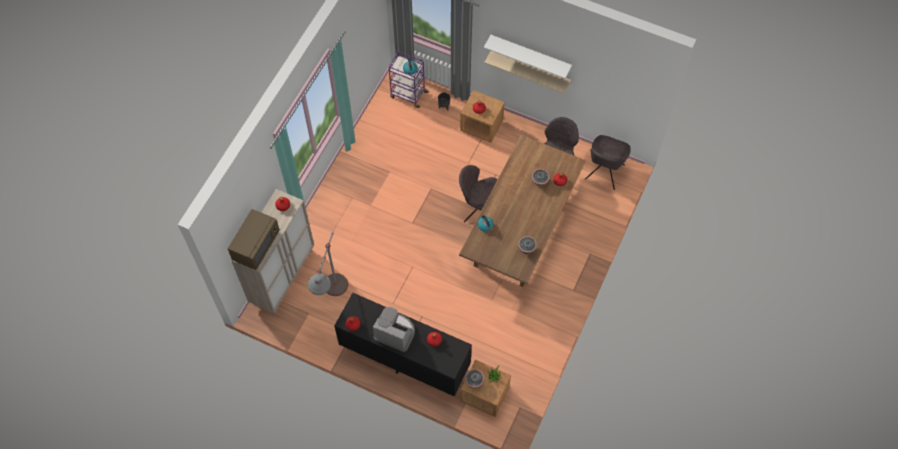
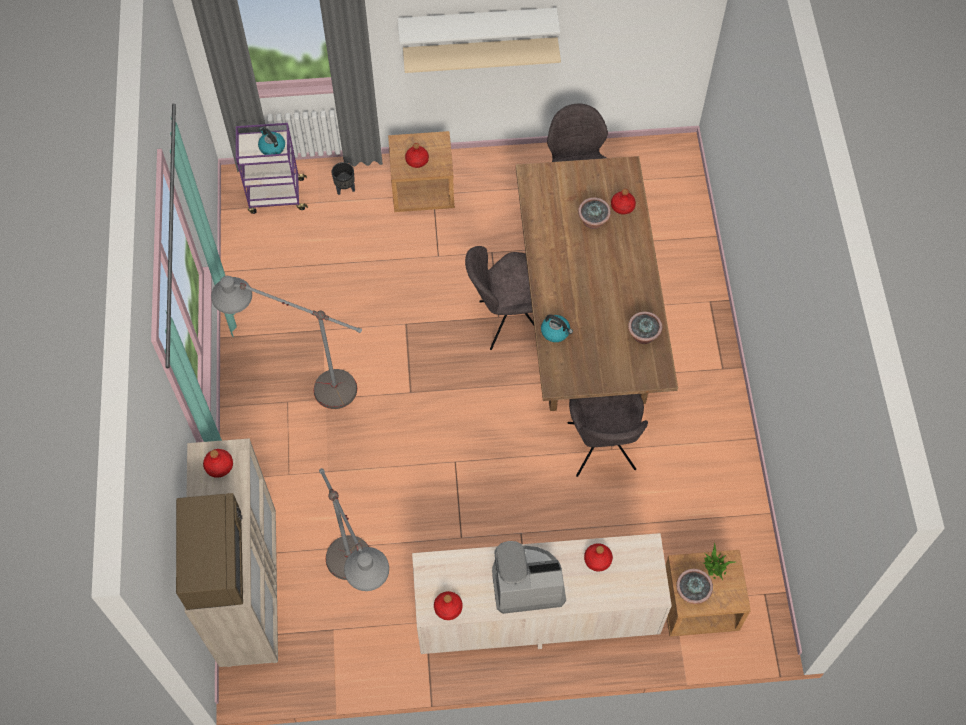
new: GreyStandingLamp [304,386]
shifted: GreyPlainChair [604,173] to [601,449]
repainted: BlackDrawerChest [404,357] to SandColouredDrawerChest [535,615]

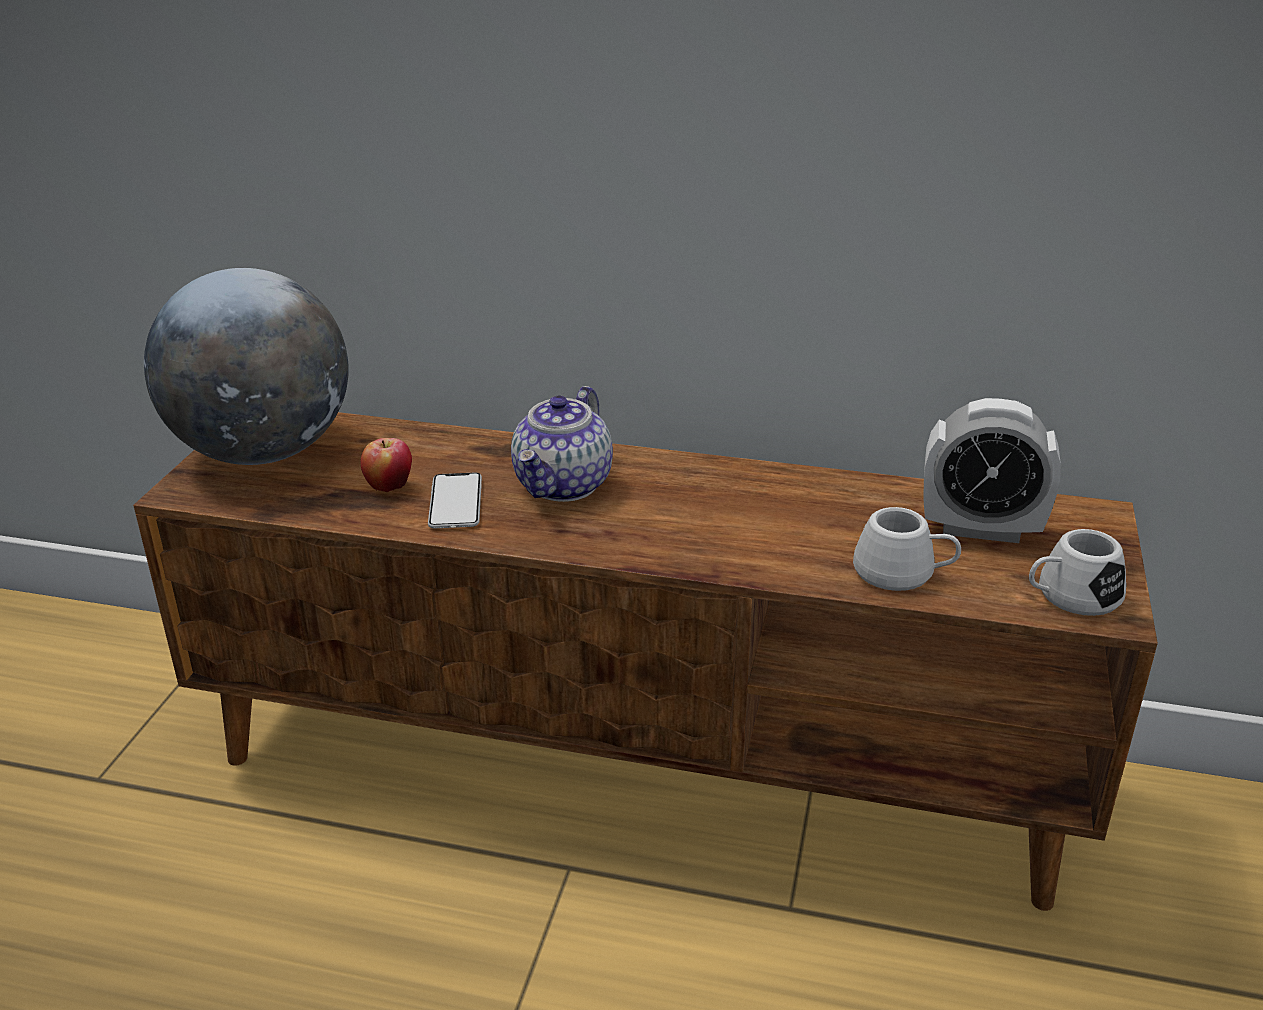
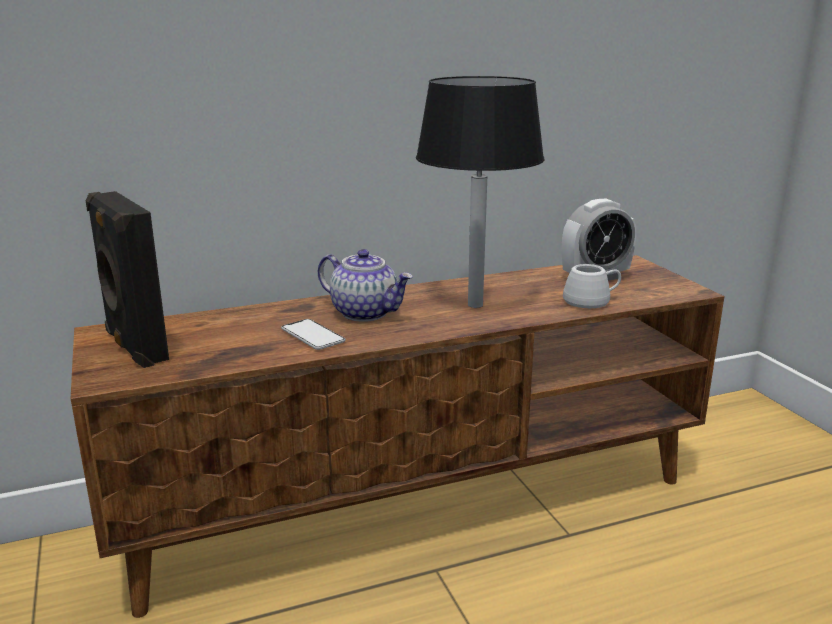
gone: Apple [389,487]; WhiteCoffeeMug [1069,597]
new: BlackLampForATable [475,305]
swapped: Globe [264,452] to BlackLoudspeaker [134,347]
rotated: PotForTea [564,485] = [366,313] 45 degrees counterclockwise

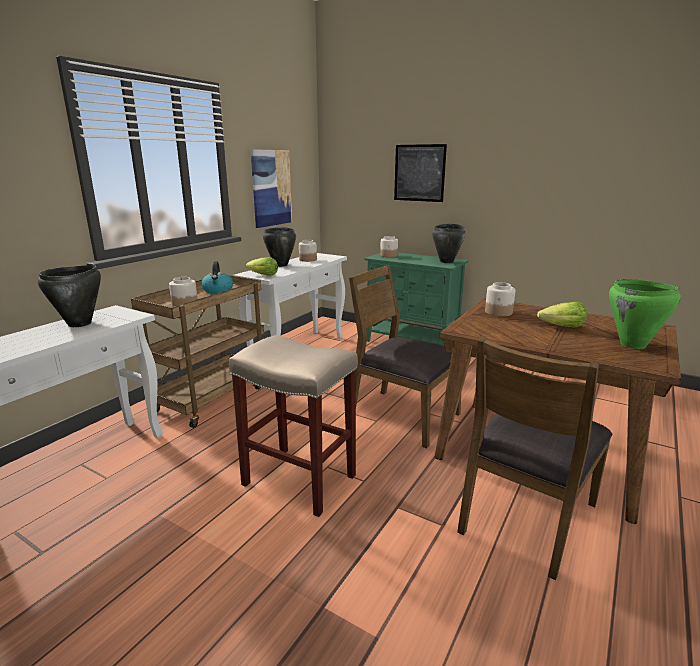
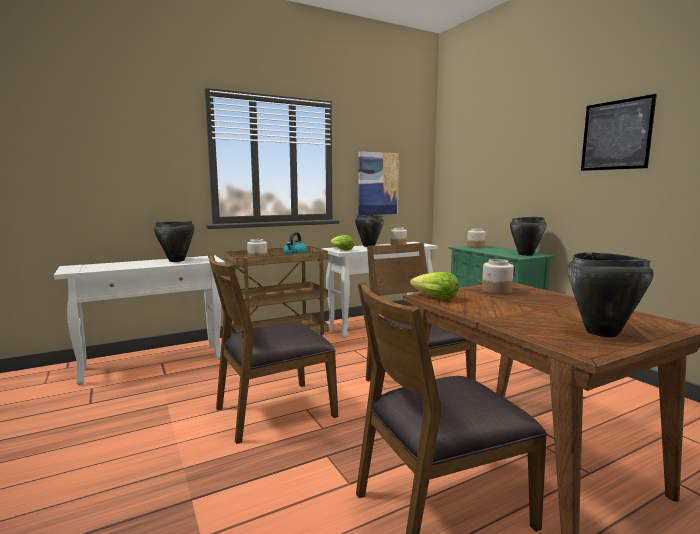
shifted: WallArt [419,173] to [616,135]; Lettuce [562,327] to [435,298]
swapped: SandColouredStool [297,480] to BrownishPlainChair [274,411]
repainted: GreenishStockpot [633,345] to BlackStockpot [601,332]

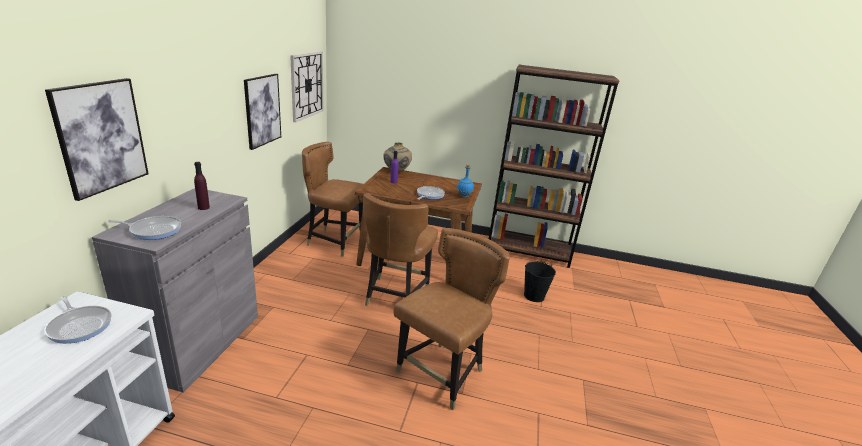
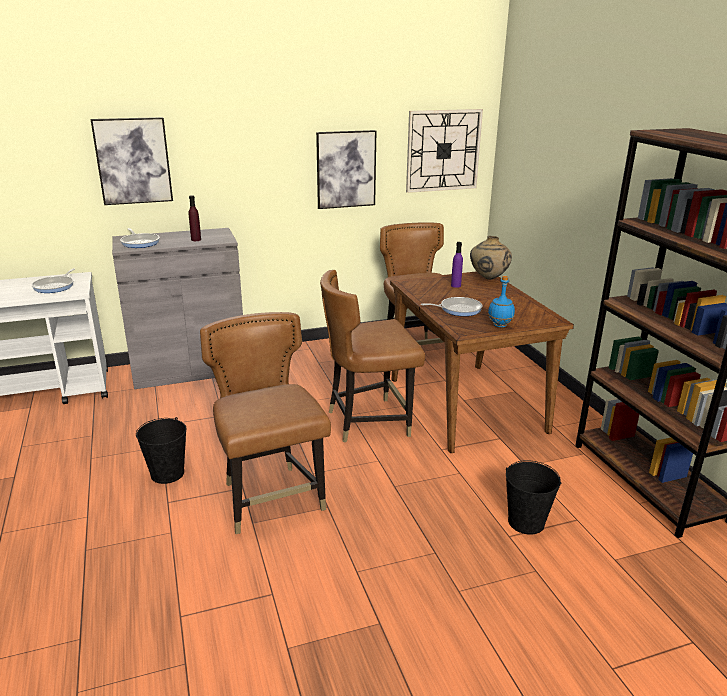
new: BlackBucket [168,473]
rotated: BrownishPlainChair [442,374] = [271,498] 120 degrees counterclockwise

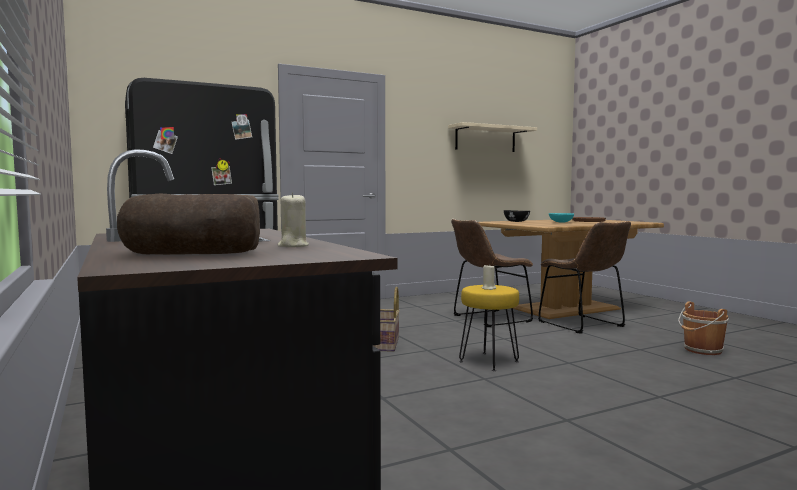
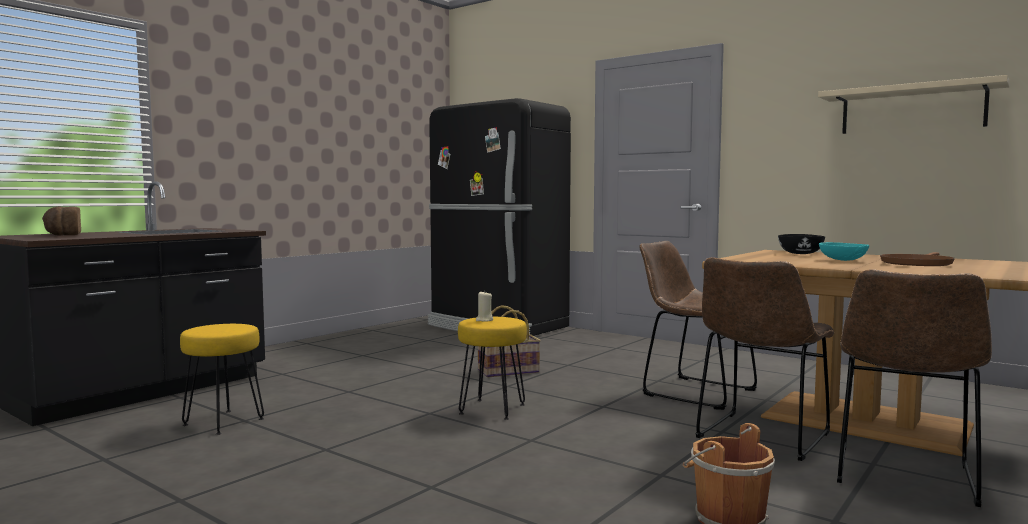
gone: SandColouredWaxCandle [293,246]
new: BrownishPlainChair [904,477]; YellowishStool [224,422]

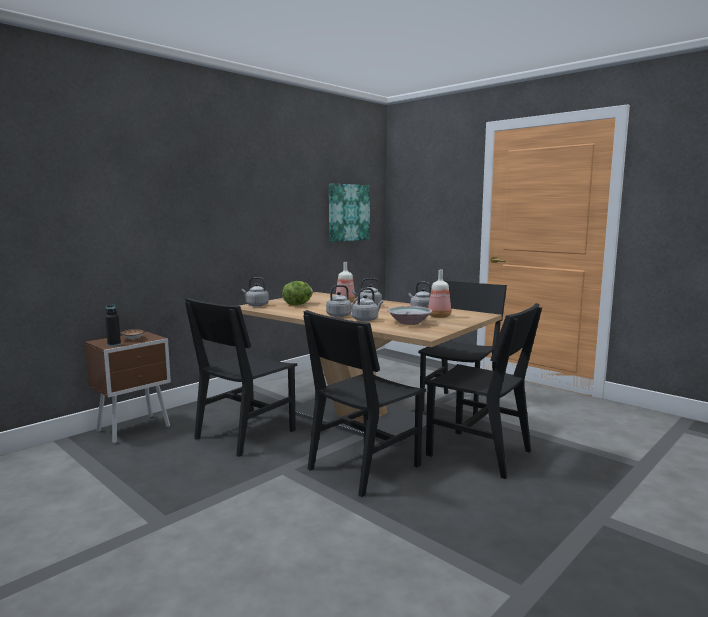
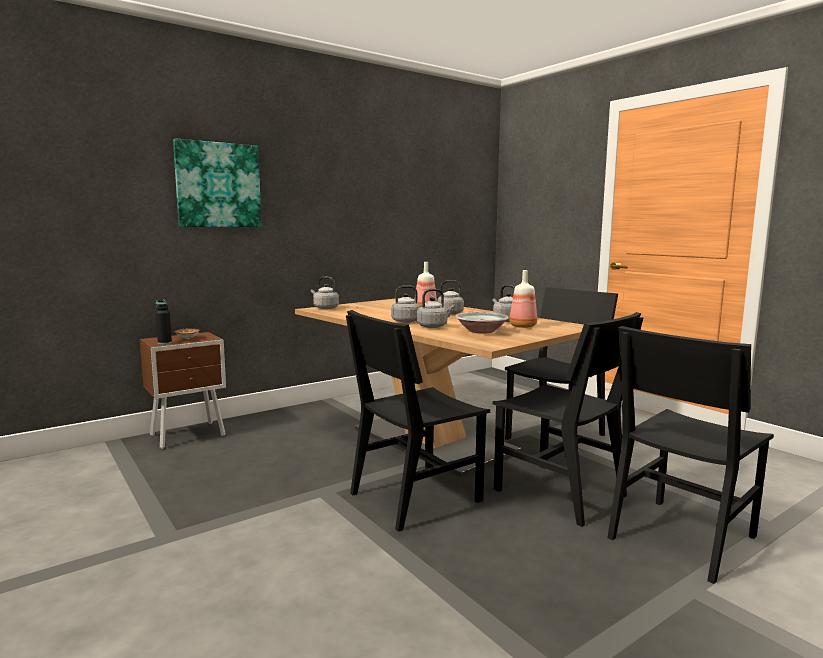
gone: Lettuce [298,304]
shifted: WallArt [348,212] to [218,185]; BlackPlainChair [245,434] to [682,537]

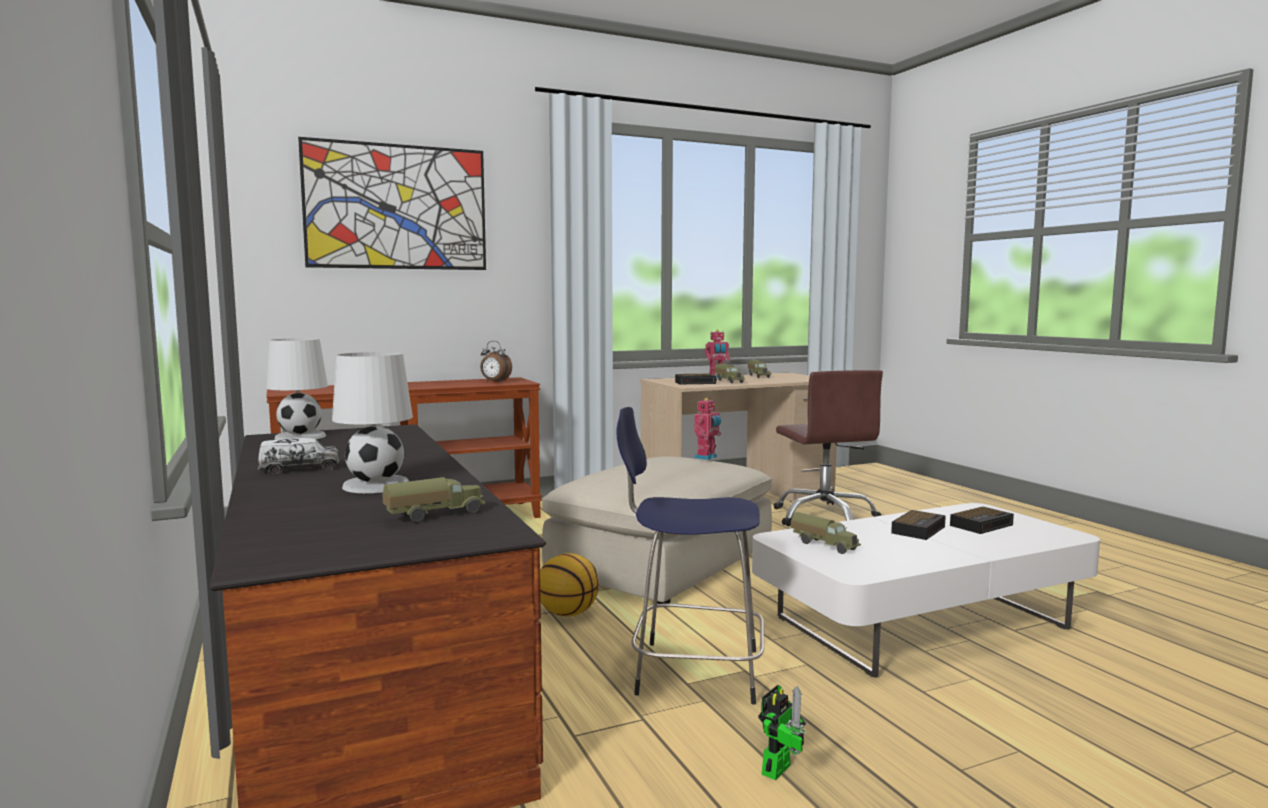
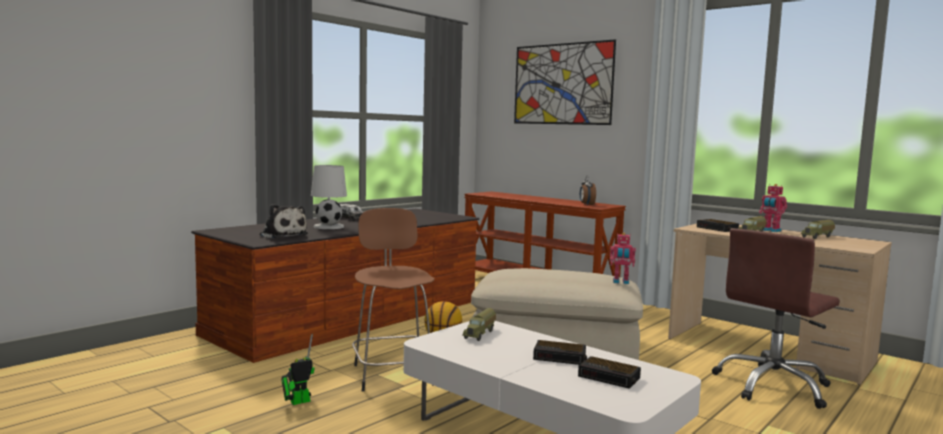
gone: WhiteLampForATable [300,437]
swapped: ToyLorry [434,515] to CuddlyToy [282,235]
repainted: BluishStool [692,671] to BrownishStool [392,373]
rotated: RobotFigure [778,767] = [297,402] 135 degrees clockwise

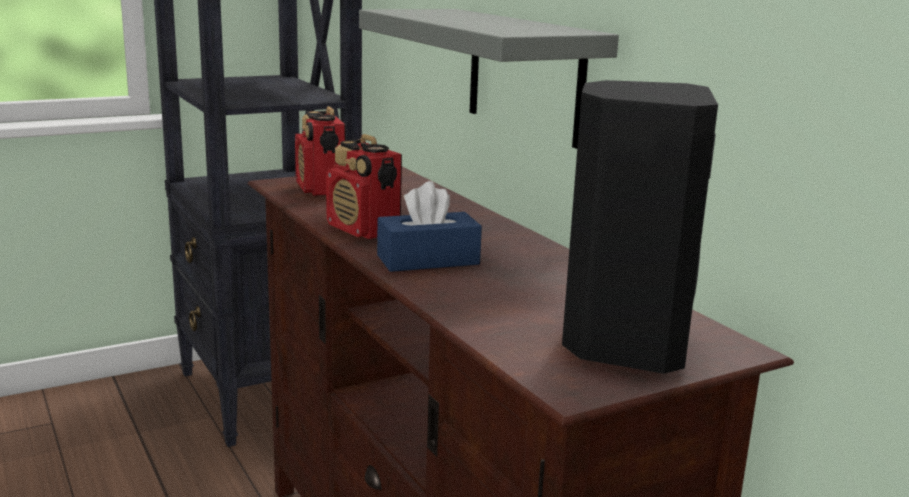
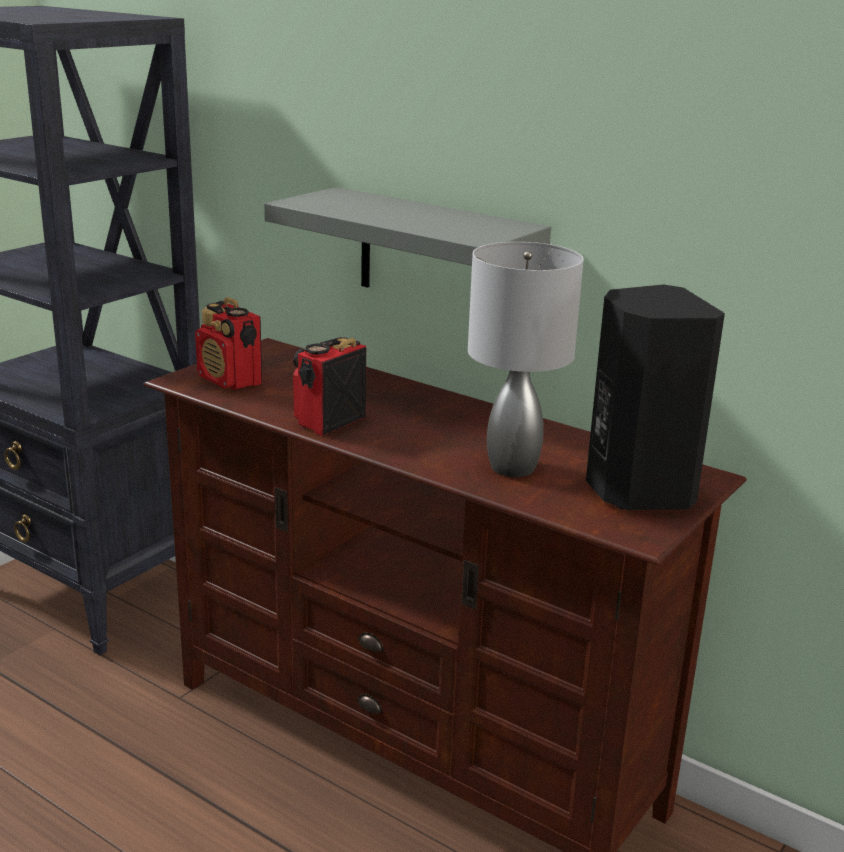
gone: BluishBoxOfTissues [428,260]
new: GreyLampForATable [511,467]
rotated: RadioSet [364,230] = [328,422] 105 degrees clockwise

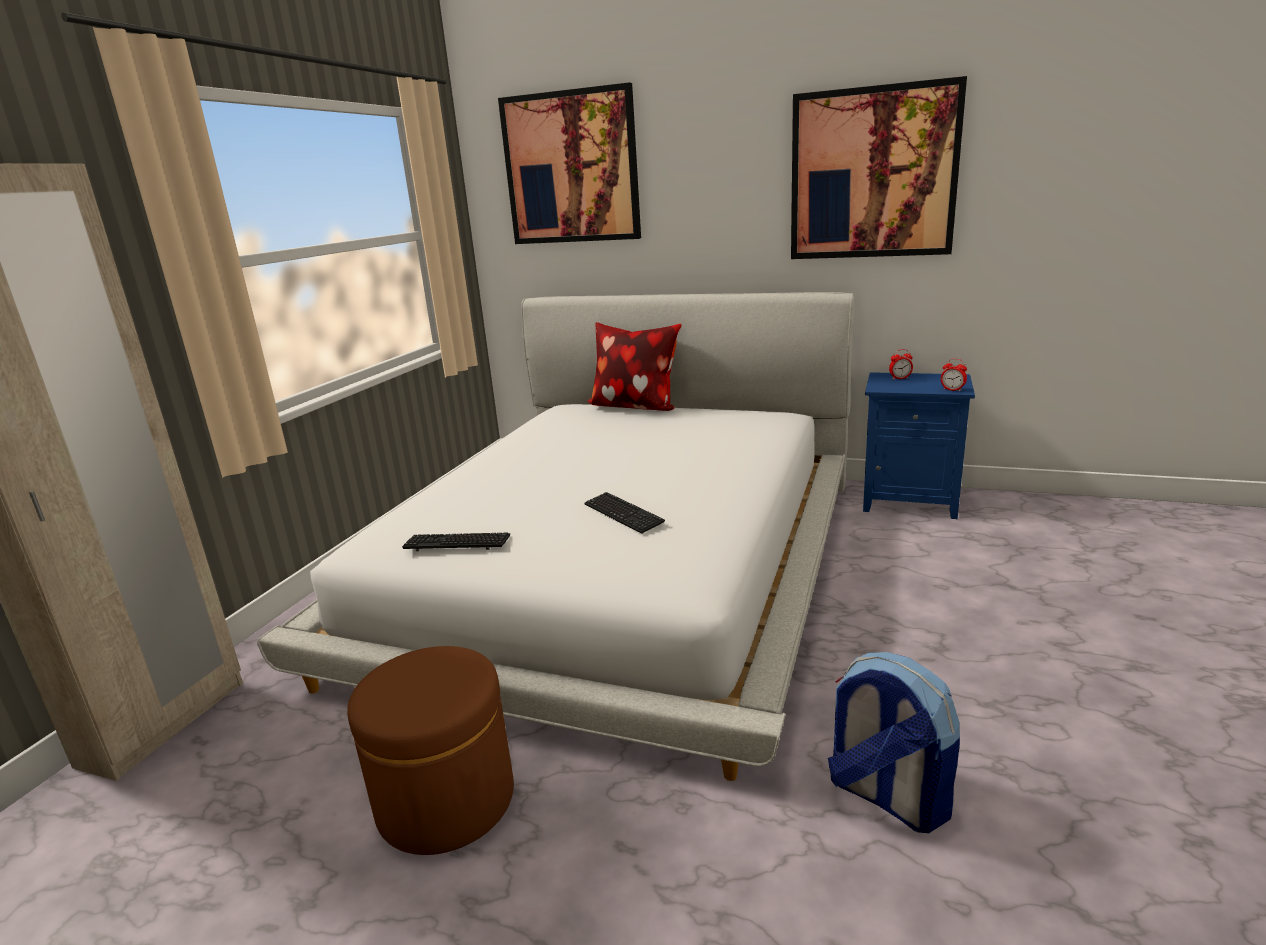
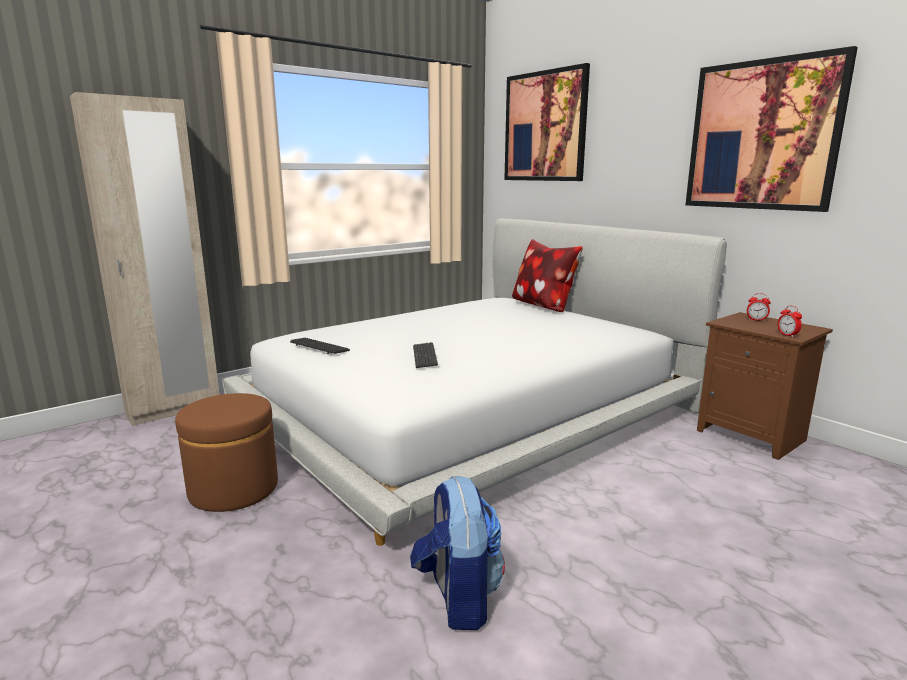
repainted: BluishBedsideTable [911,501] to BrownishBedsideTable [752,435]

